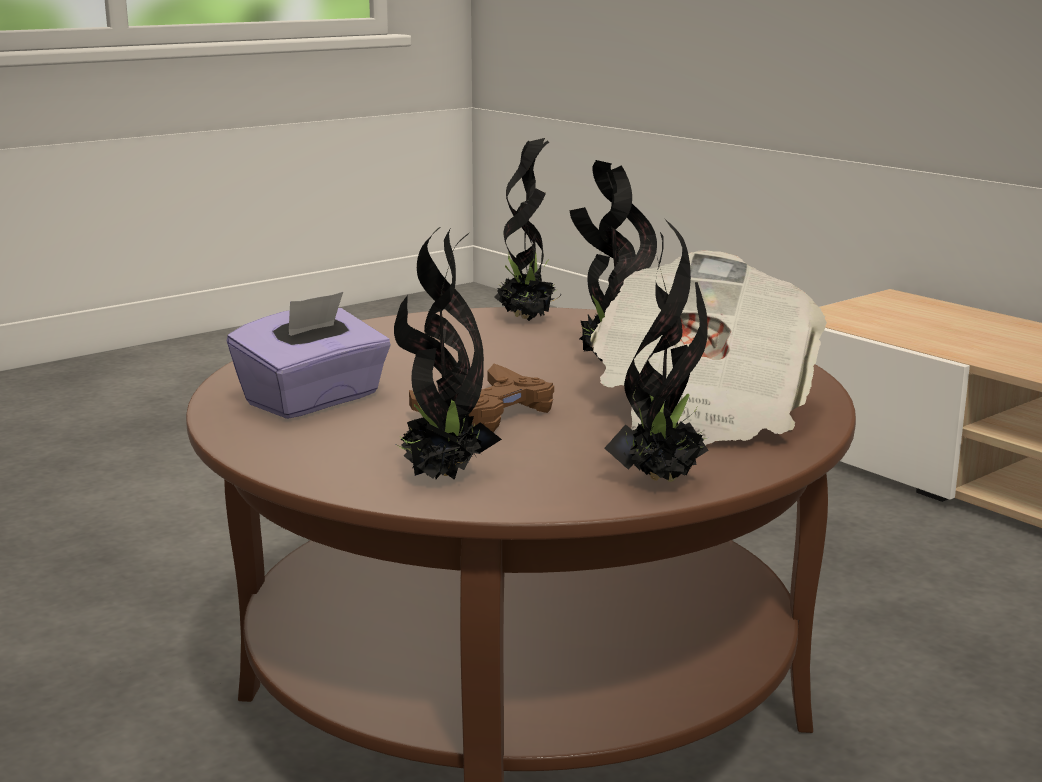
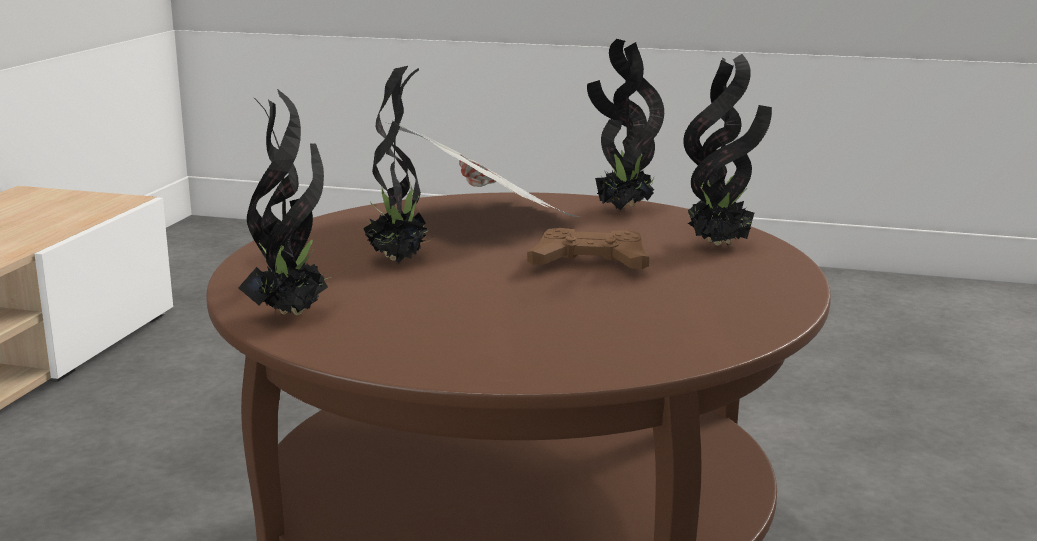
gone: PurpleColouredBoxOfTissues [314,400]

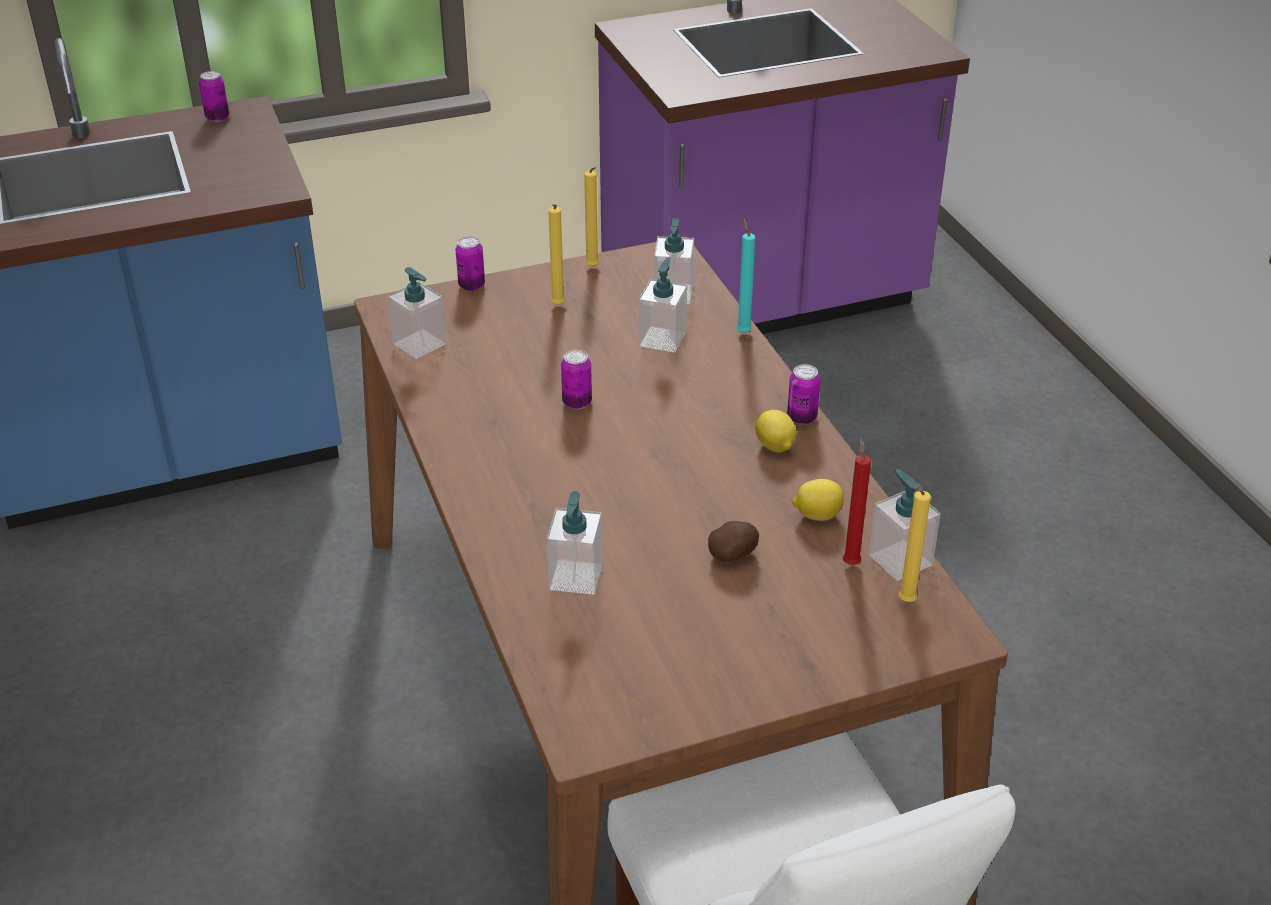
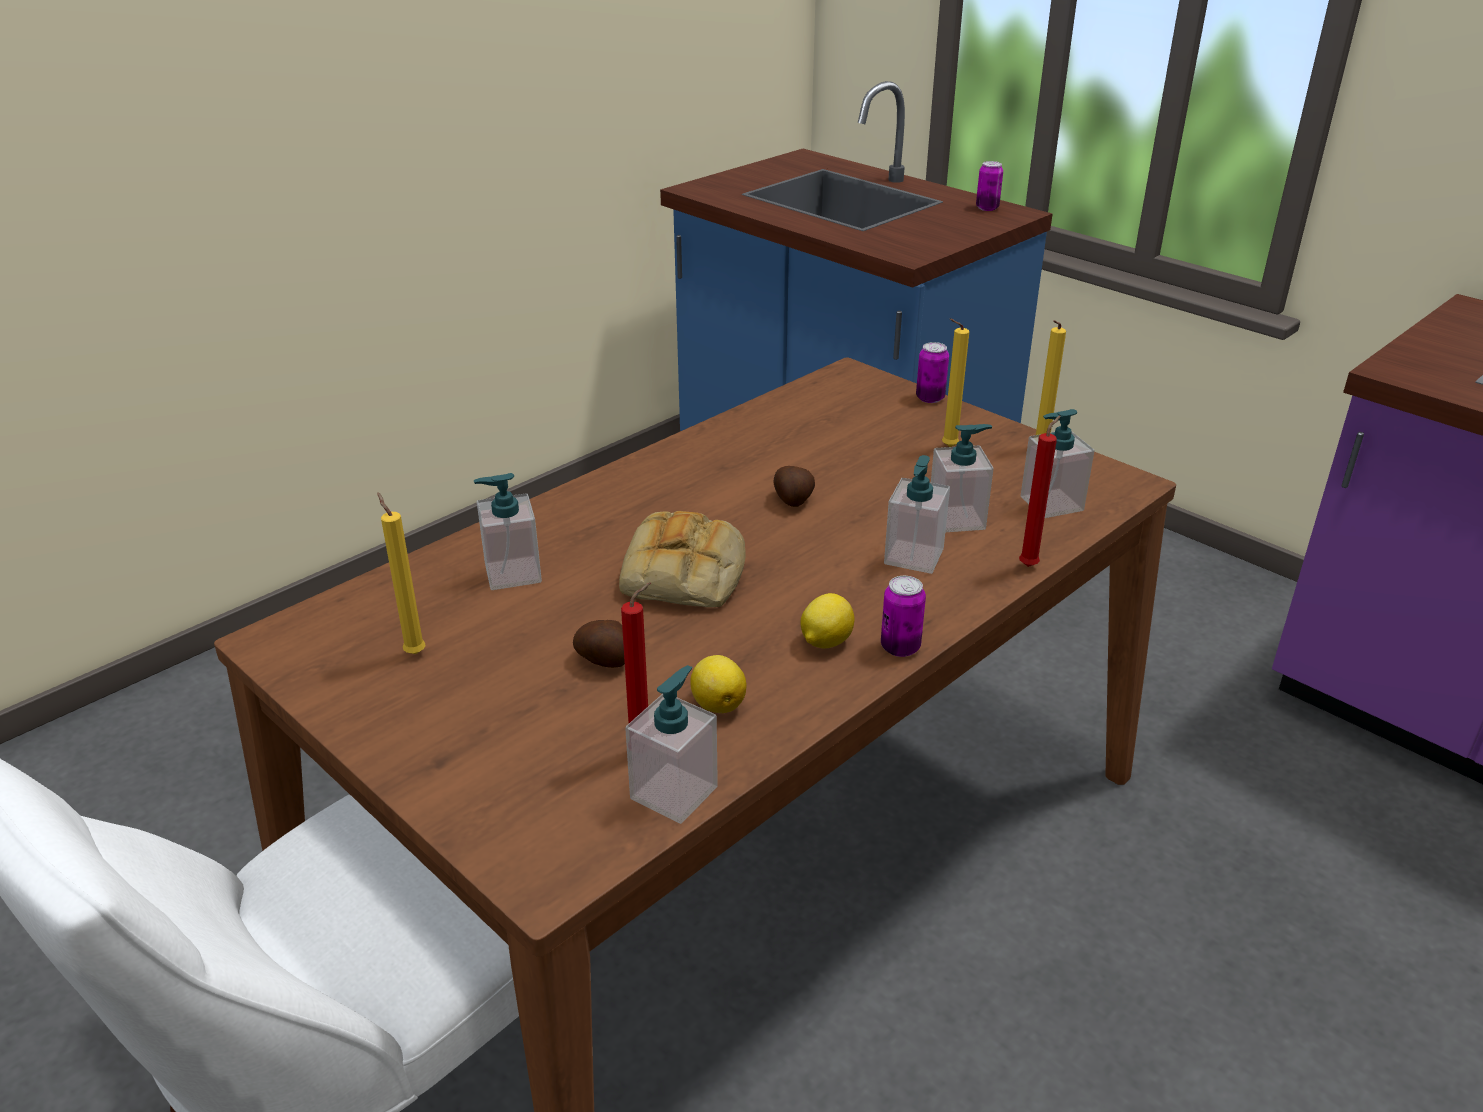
new: BakedBread [685,574]
shifted: SoapBottle [420,344] to [913,557]; YellowishWaxCandle [903,601] to [413,652]
swapped: SealedCan [577,403] to Potato [793,500]
repainted: BlueGreenWaxCandle [743,331] to RedWaxCandle [1030,565]

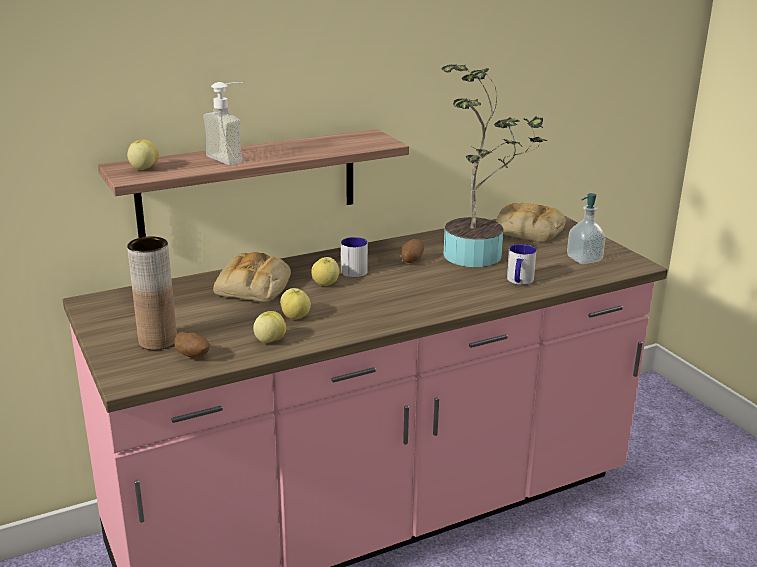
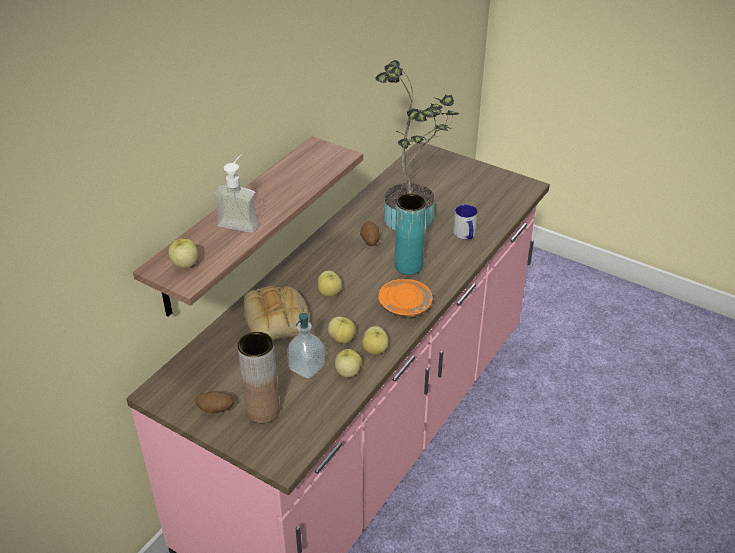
gone: BakedBread [527,230]; CoffeeMug [351,270]
new: BlueGreenFlowerVase [408,266]; OrangeColouredPlate [405,305]; Apple [375,349]
shifted: SoapBottle [584,259] to [306,367]; Potato [193,356] to [216,409]

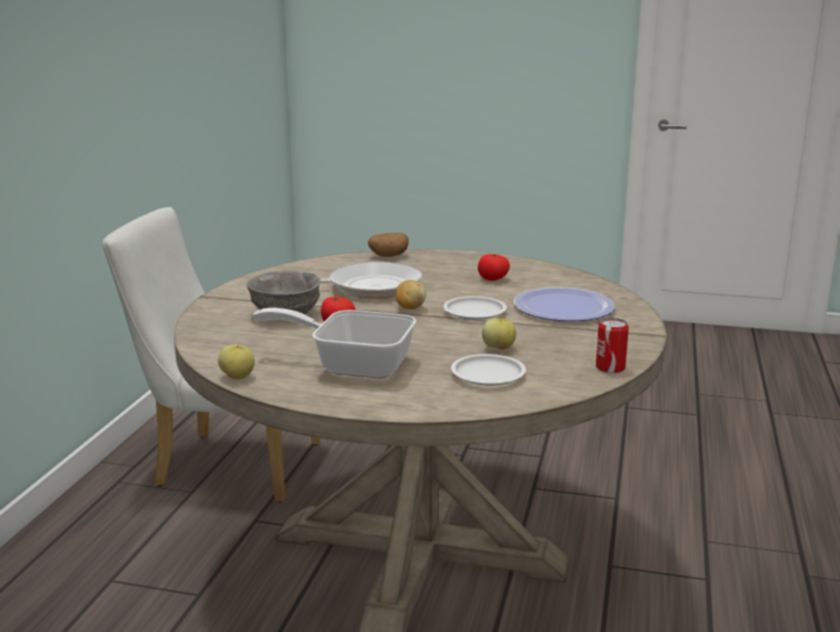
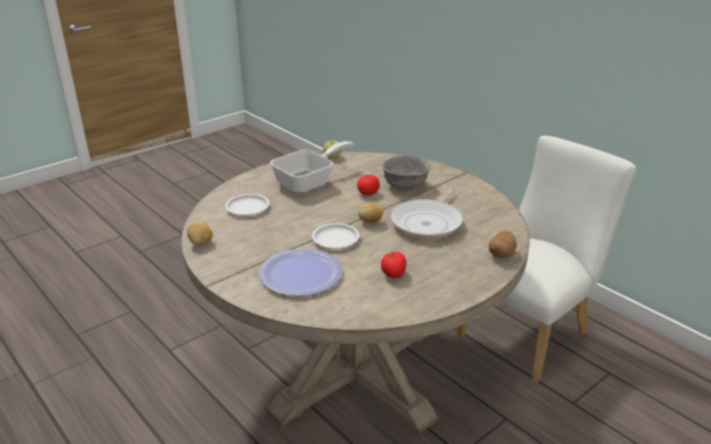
gone: Apple [498,348]
swapped: SealedCan [610,368] to Potato [201,242]

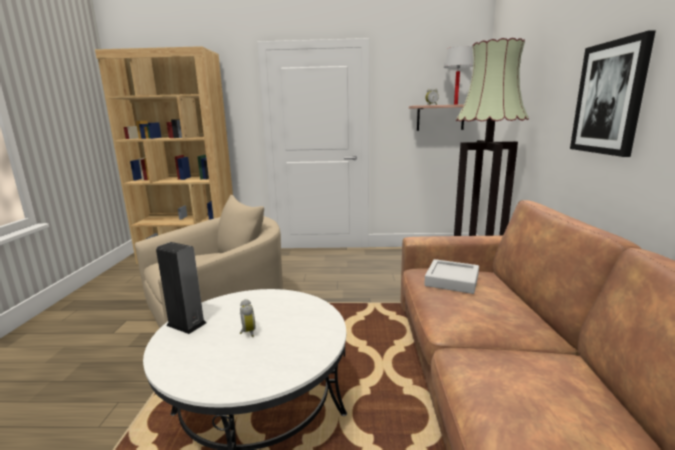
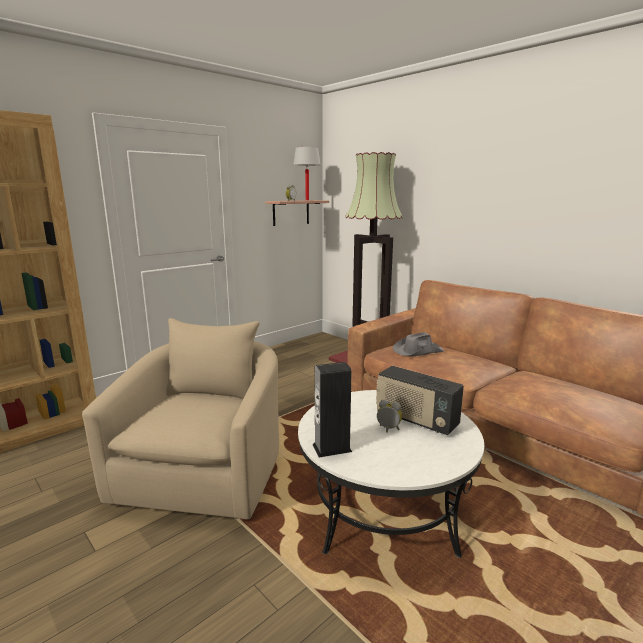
gone: WallArt [609,98]
new: RadioSet [416,420]
swapped: GreyTray [452,280] to GreyClothingHat [417,351]

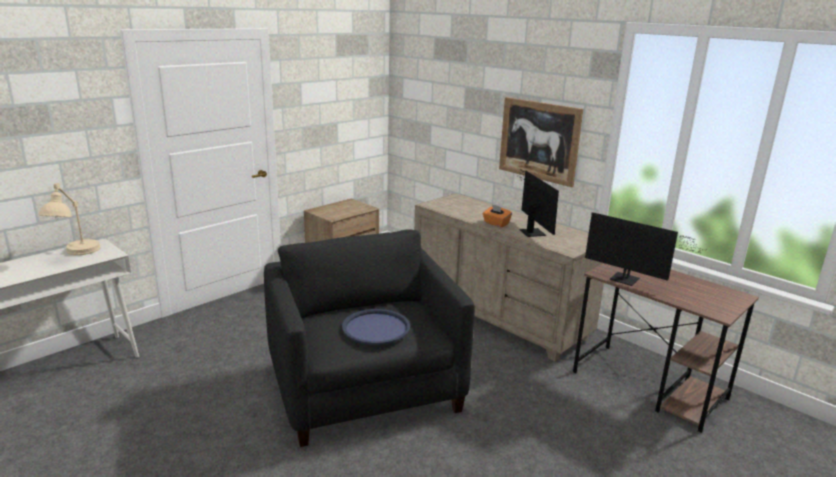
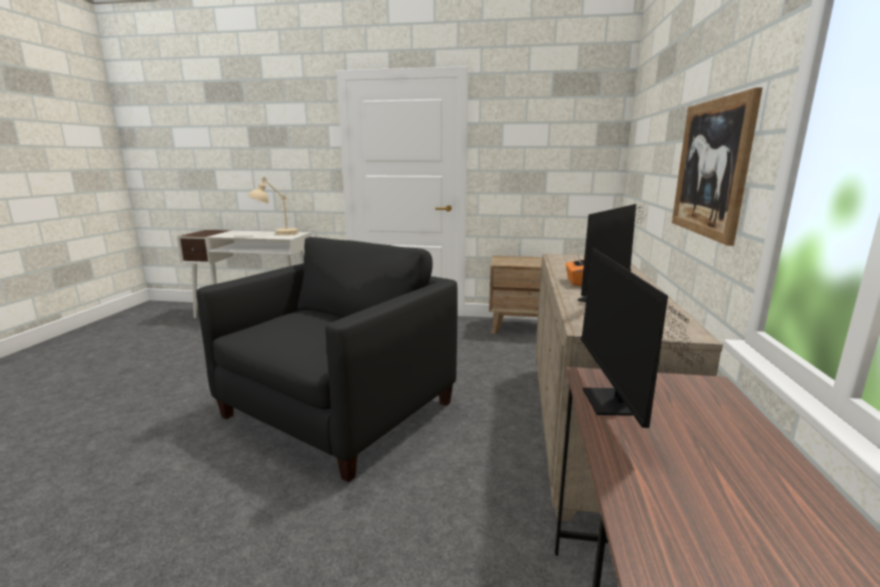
gone: BluishTray [376,328]

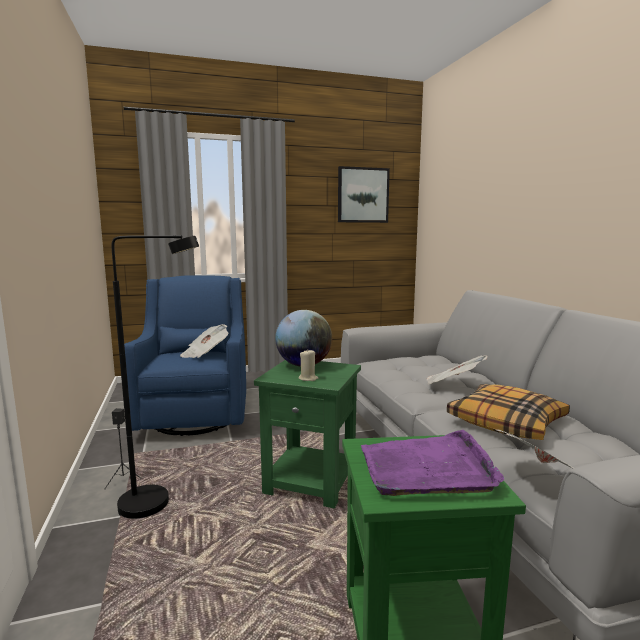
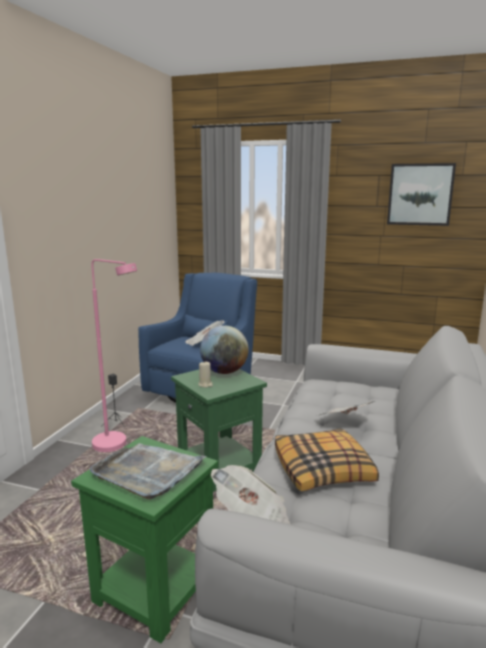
repainted: BlackStandingLamp [158,504] to PinkStandingLamp [117,446]; PurpleColouredTray [427,468] to GreyTray [148,472]

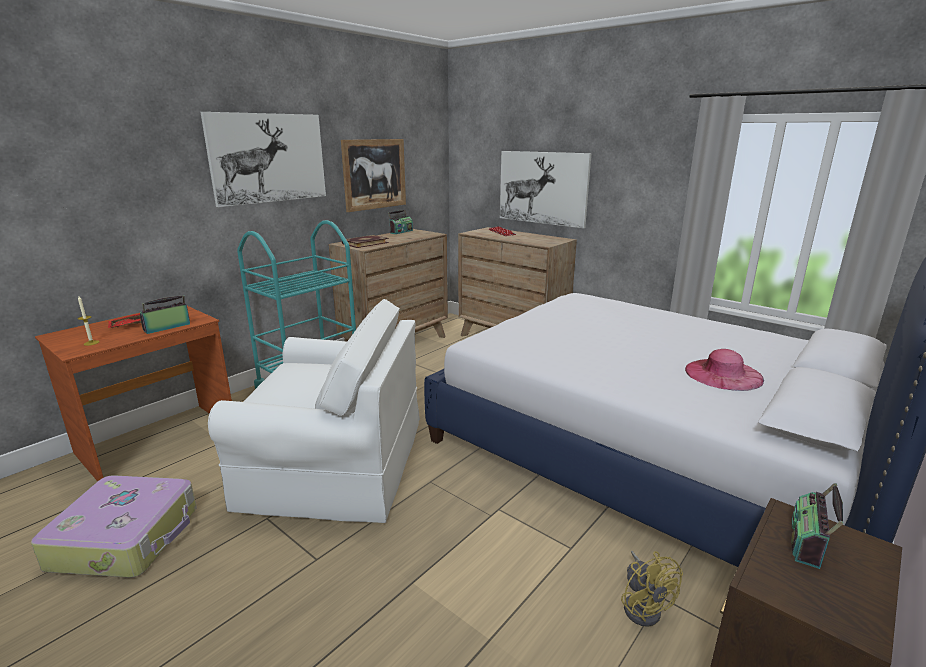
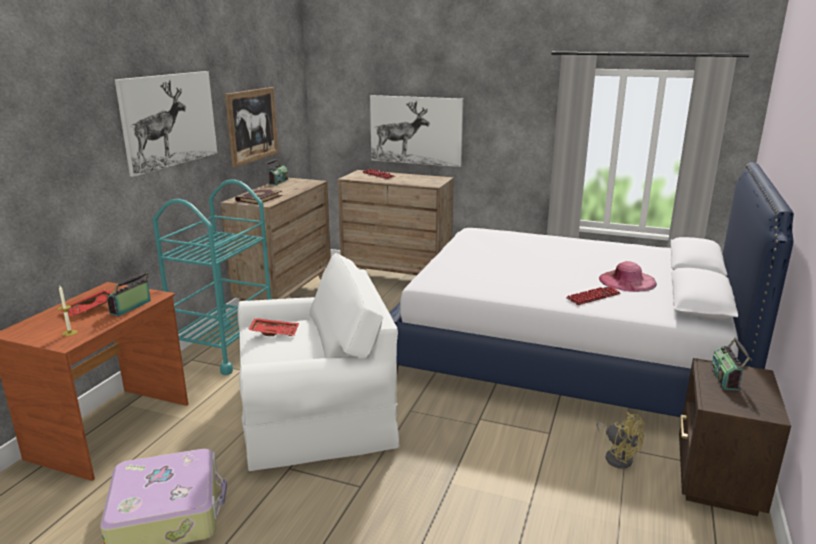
new: PcKeyboard [593,296]; RedTray [274,332]

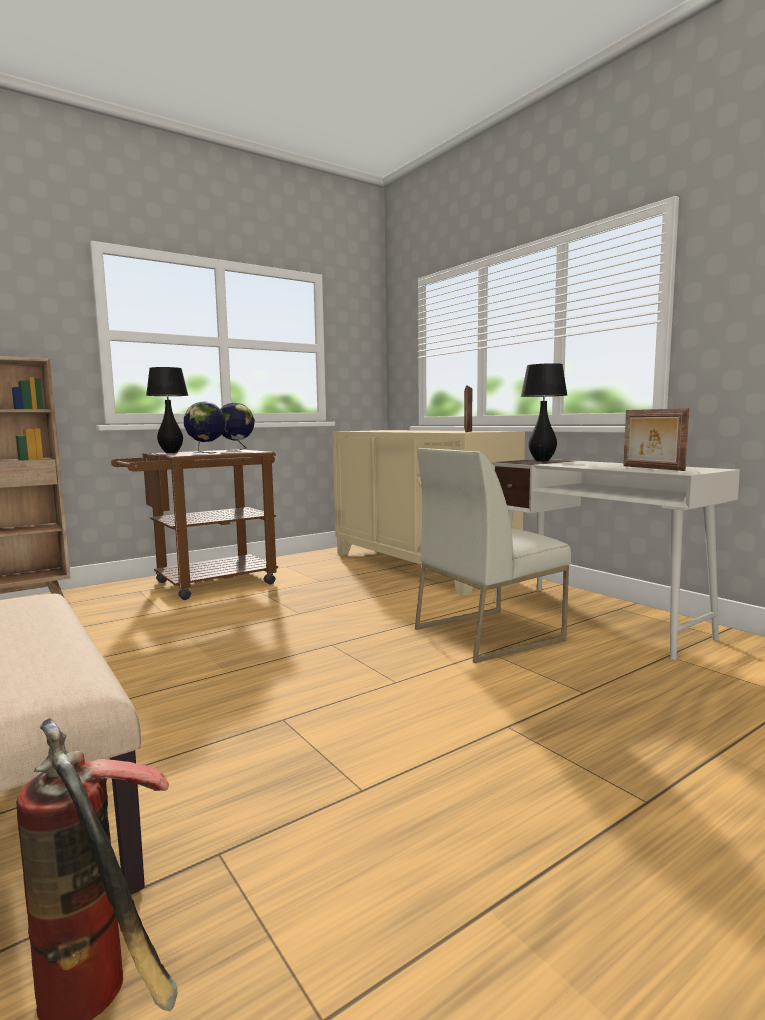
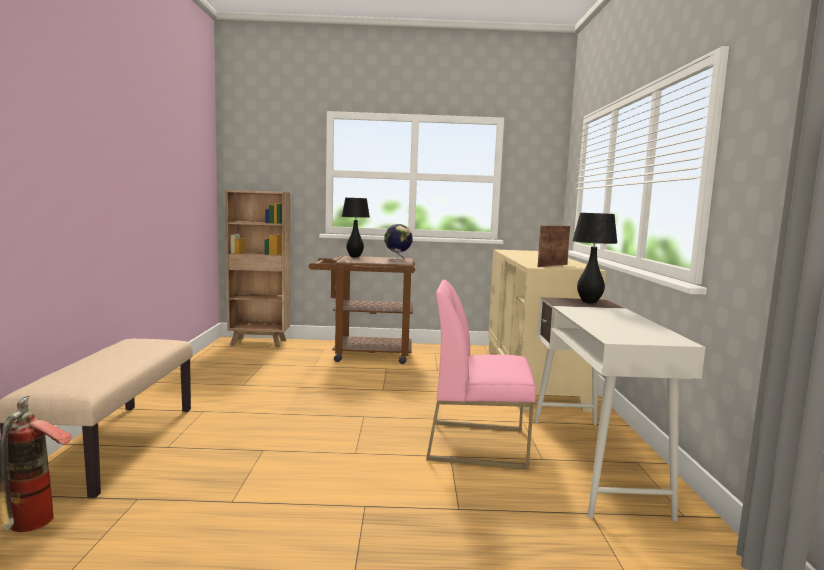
gone: Globe [206,453]; PhotoFrame [651,468]
repainted: WhitePlainChair [488,633] to PinkPlainChair [478,443]

